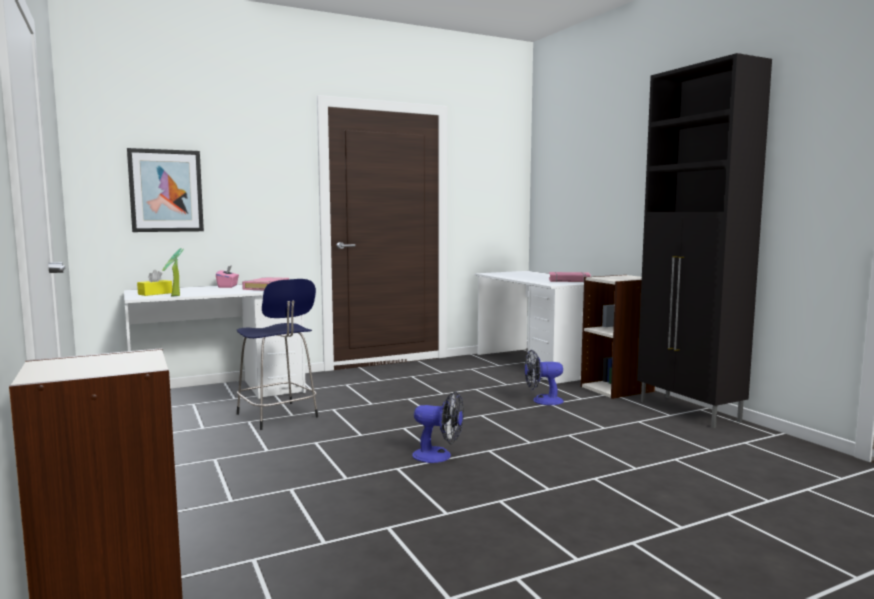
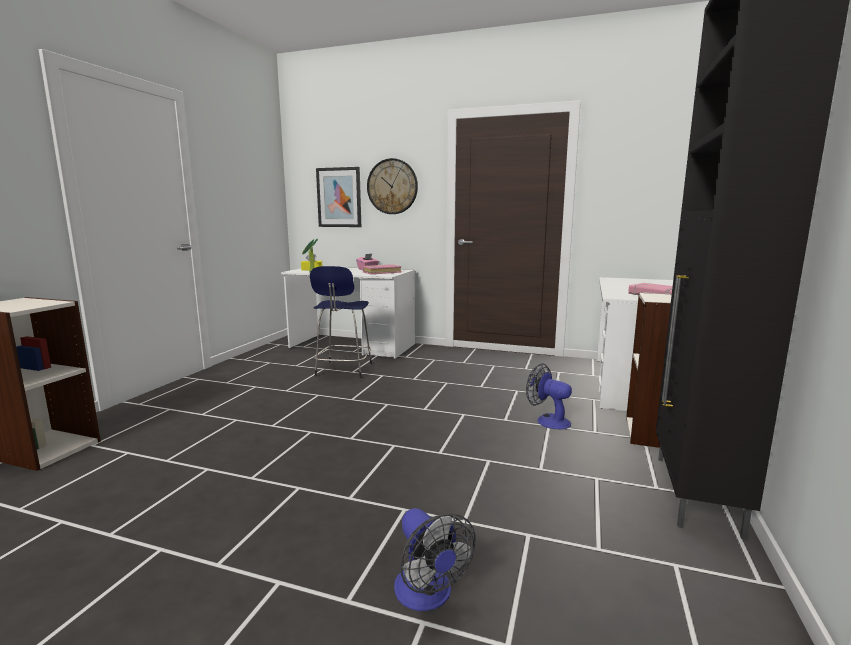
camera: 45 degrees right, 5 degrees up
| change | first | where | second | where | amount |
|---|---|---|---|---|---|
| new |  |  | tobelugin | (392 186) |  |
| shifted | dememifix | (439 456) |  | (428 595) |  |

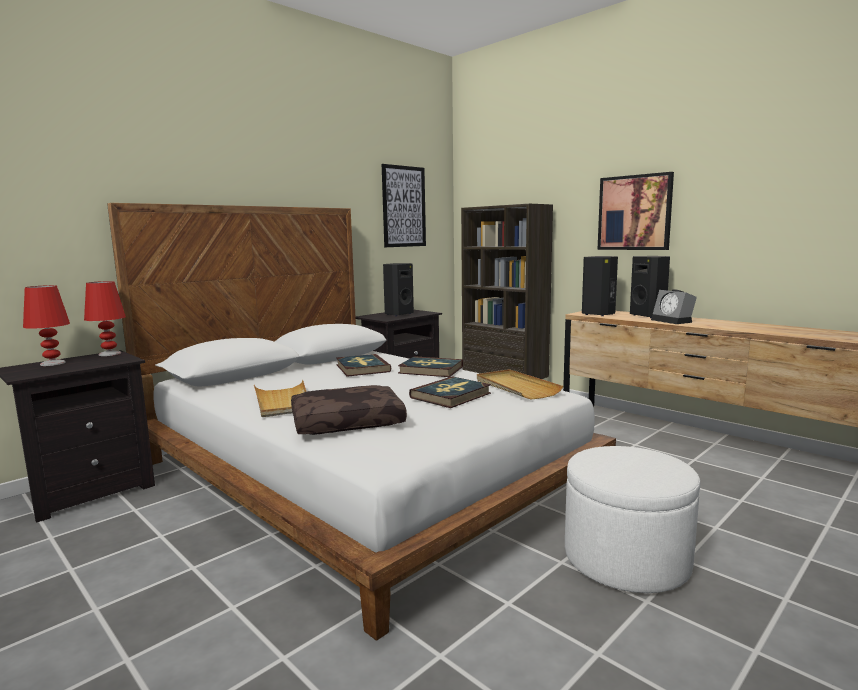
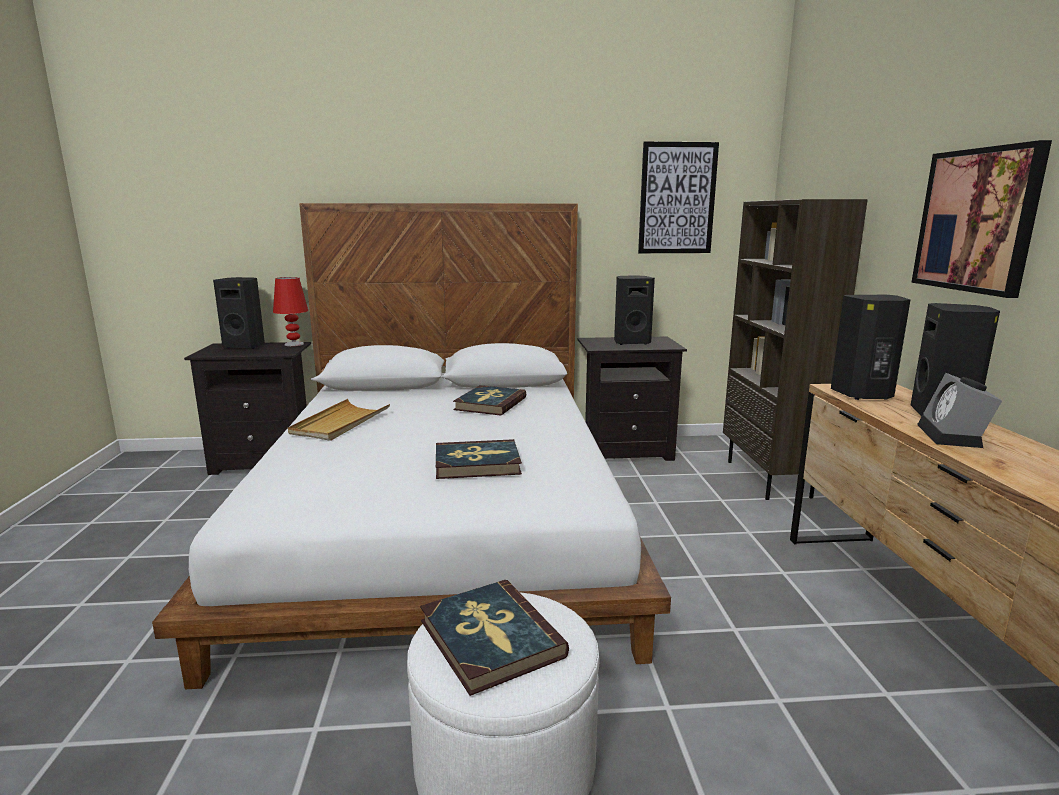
camera: 40 degrees right, 5 degrees up
| change | first | where | second | where | amount |
|---|---|---|---|---|---|
| gone | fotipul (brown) | (348 422) |  |  |  |
| gone | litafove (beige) | (516 387) |  |  |  |
| shifted | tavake | (431 370) |  | (490 638) |  |
| swapped | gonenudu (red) | (53 363) | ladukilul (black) | (245 346) |  |

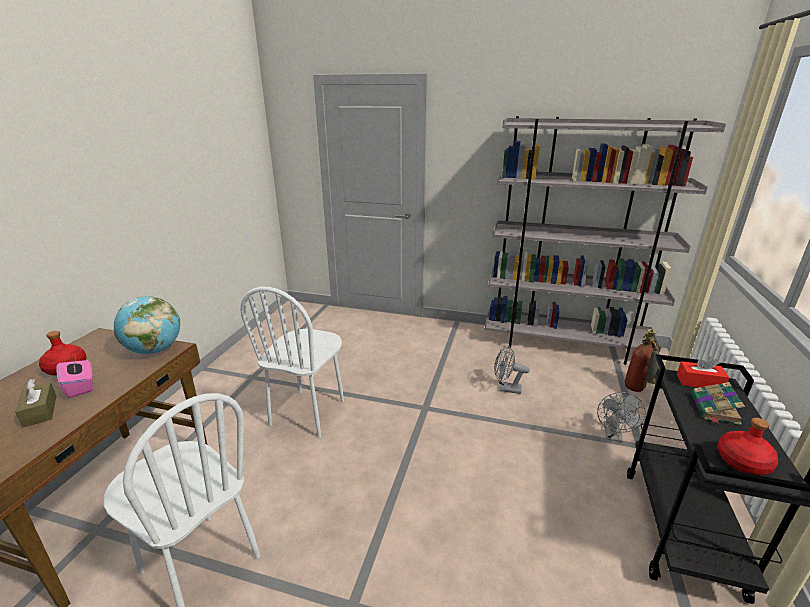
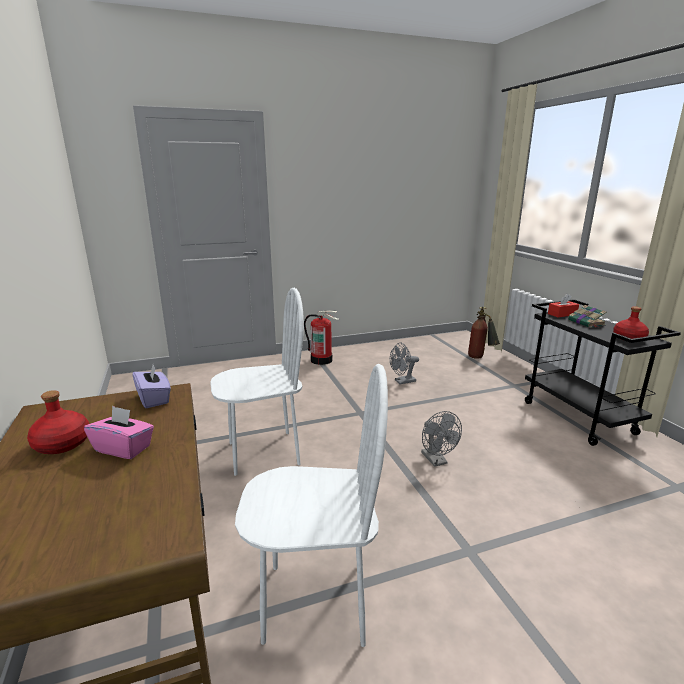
camera: 35 degrees left, 5 degrees down
| change | first | where | second | where | amount |
|---|---|---|---|---|---|
| gone | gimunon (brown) | (40 411) |  |  |  |
| gone | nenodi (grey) | (565 345) |  |  |  |
| new |  |  | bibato | (321 360) |  |
| shifted | dememifix (grey) | (613 436) |  | (436 461) |  |
| swapped | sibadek | (155 350) | gimunon (purple) | (154 399) |  |
| rotated | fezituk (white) | (308 413) |  | (263 453) | 90 degrees counterclockwise |

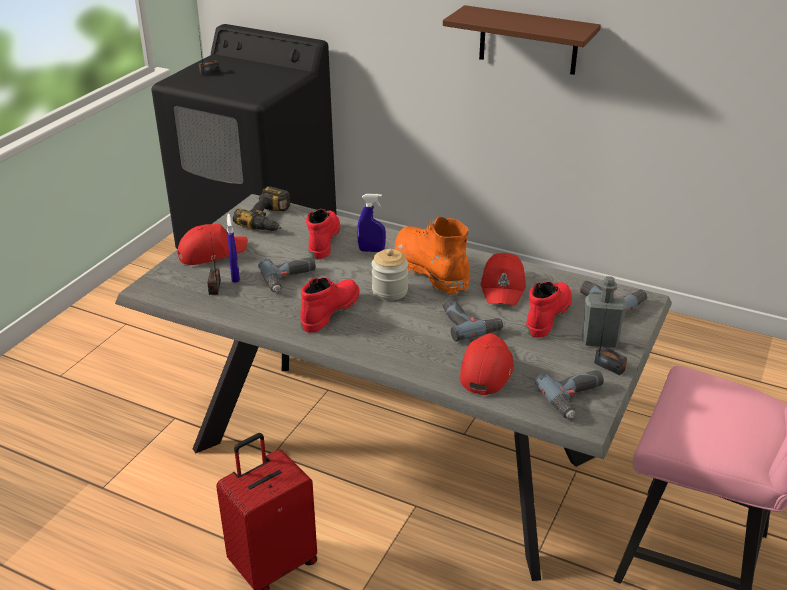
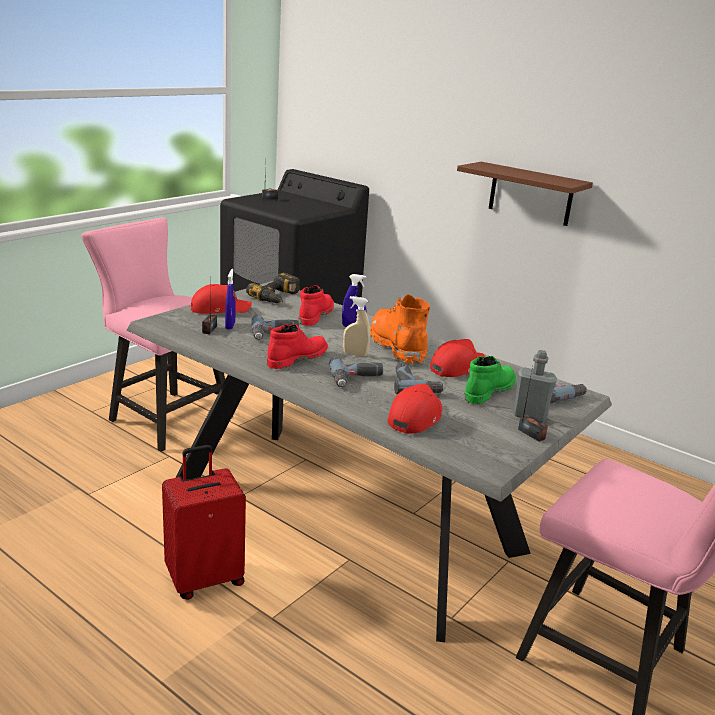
camera: 10 degrees right, 10 degrees down
| change | first | where | second | where | amount |
|---|---|---|---|---|---|
| new |  |  | fezituk (pink) | (163 416) |  |
| shifted | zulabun | (576 398) |  | (357 379) |  |
| swapped | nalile | (390 291) | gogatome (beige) | (355 354) |  |
| repainted | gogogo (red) | (546 315) | gogogo (green) | (488 391) |  |
| rotated | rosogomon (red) | (503 287) |  | (457 367) | 150 degrees counterclockwise |

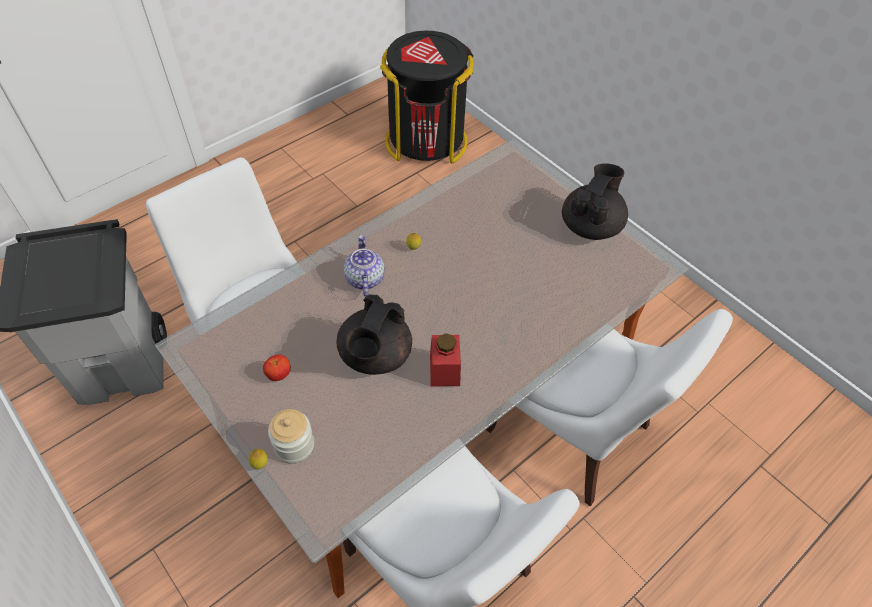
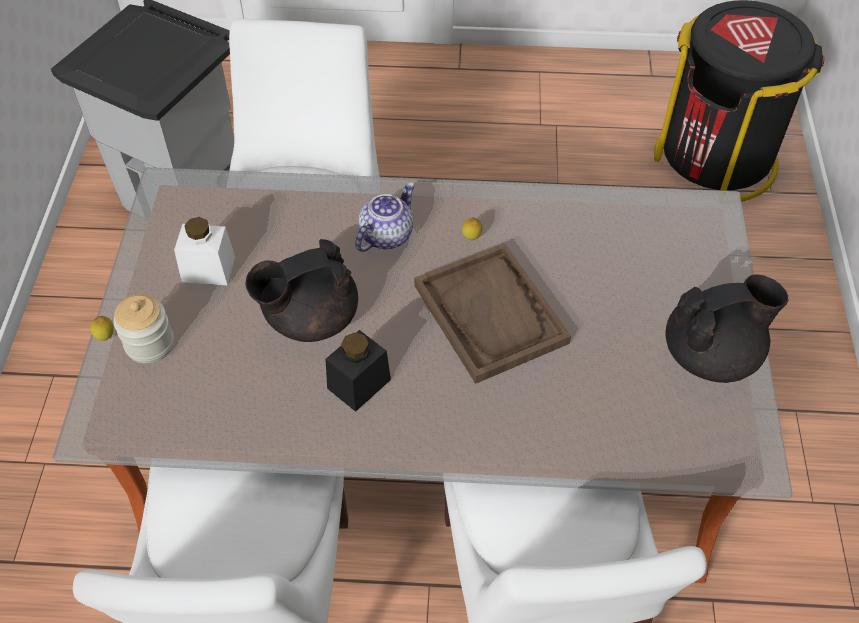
camera: 45 degrees right, 0 degrees up
| change | first | where | second | where | amount |
|---|---|---|---|---|---|
| new |  |  | litafove (brown) | (491 314) |  |
| swapped | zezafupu | (279 374) | nalile (white) | (208 269) |  |
| repainted | nalile (red) | (444 370) | nalile (black) | (359 384) |  |

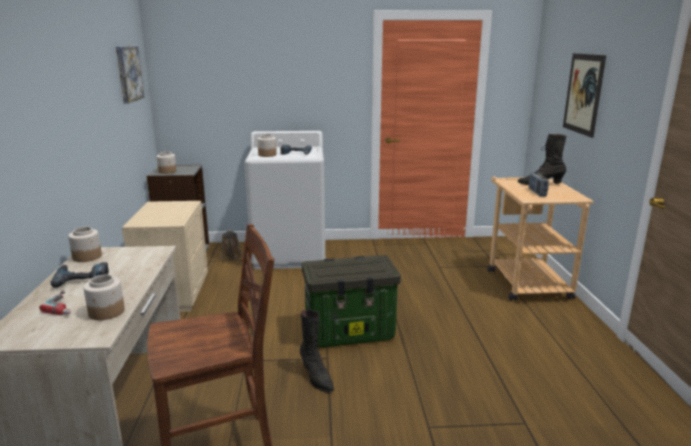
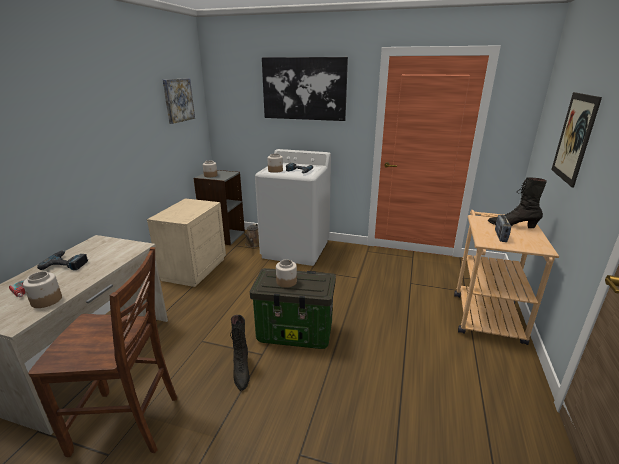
camera: 20 degrees right, 5 degrees up
| change | first | where | second | where | amount |
|---|---|---|---|---|---|
| new |  |  | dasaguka | (304 89) |  |
| shifted | nalile | (87 257) |  | (286 282) |  |

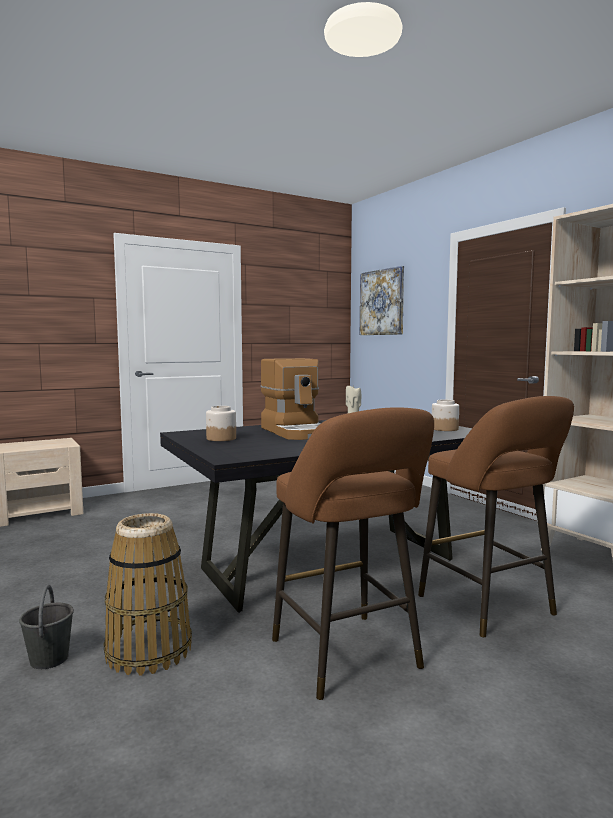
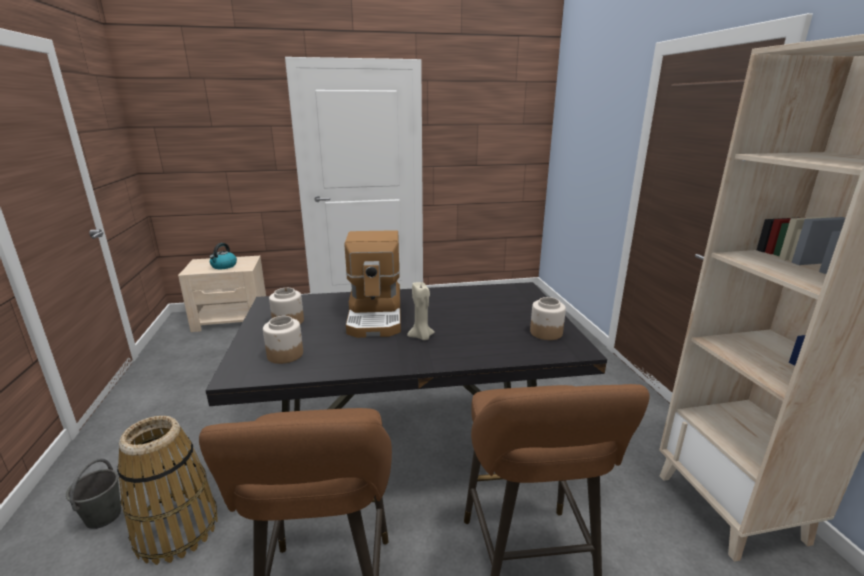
camera: 20 degrees right, 15 degrees up
| change | first | where | second | where | amount |
|---|---|---|---|---|---|
| gone | dasaguka | (382 302) |  |  |  |
| new |  |  | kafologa | (224 266) |  |
| new |  |  | nalile | (285 354) |  |

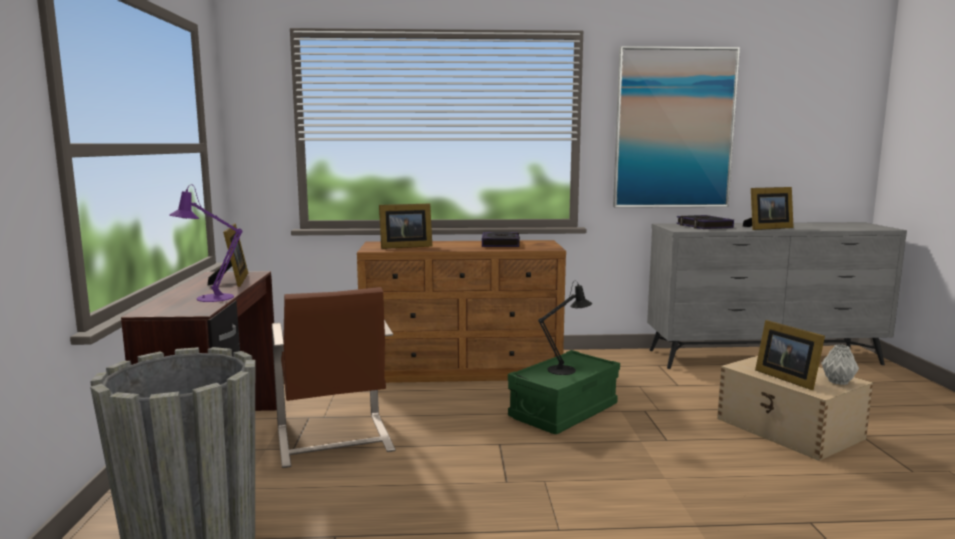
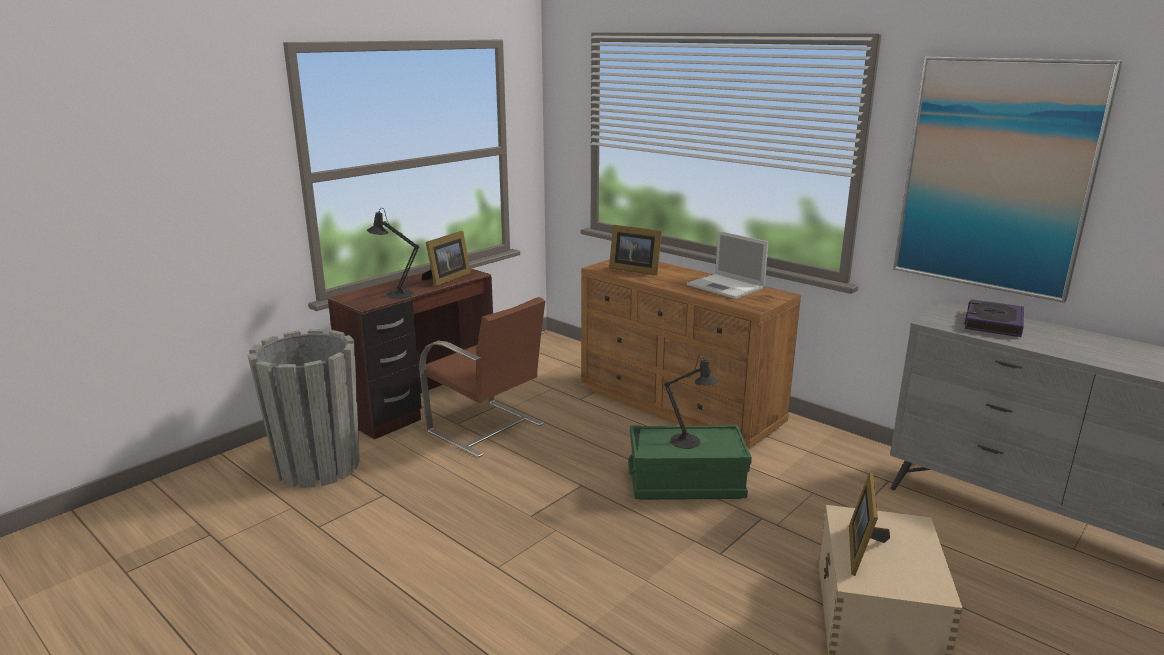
camera: 45 degrees right, 10 degrees up
| change | first | where | second | where | amount |
|---|---|---|---|---|---|
| gone | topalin | (767 228) |  |  |  |
| gone | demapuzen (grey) | (838 382) |  |  |  |
| swapped | tavake | (500 244) | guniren | (726 287) |  |
| repainted | gonenudu (purple) | (209 298) | gonenudu (black) | (396 294) |  |
| rotated | fezituk (brown) | (334 440) |  | (487 429) | 75 degrees counterclockwise |

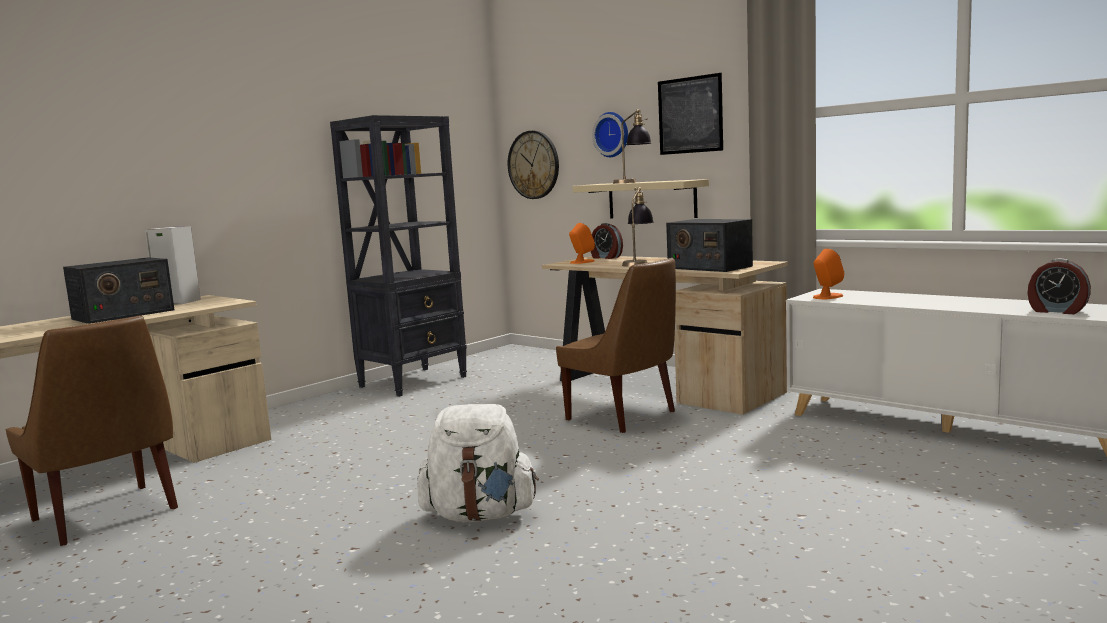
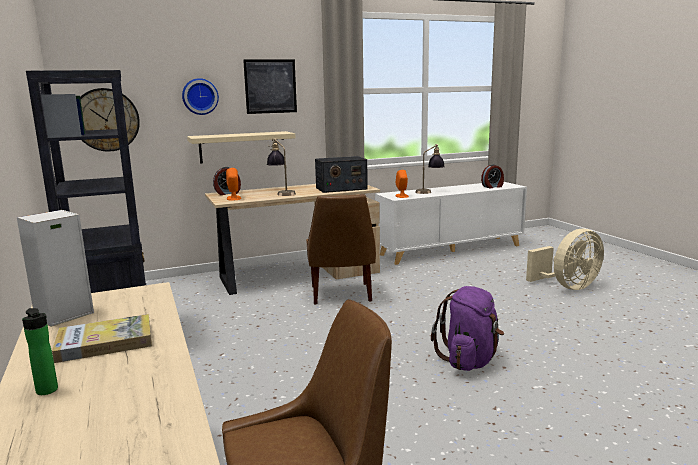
camera: 65 degrees left, 5 degrees up
| change | first | where | second | where | amount |
|---|---|---|---|---|---|
| new |  |  | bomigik | (48 391) |  |
| new |  |  | dememifix (beige) | (568 286) |  |
| shifted | gonenudu | (632 182) |  | (429 191) |  |
| swapped | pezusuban | (123 314) | tavake | (105 342) |  |
| repainted | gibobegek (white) | (480 515) | gibobegek (purple) | (469 360) |  |
| rotated | fezituk (brown) | (624 416) |  | (341 295) | 105 degrees clockwise |

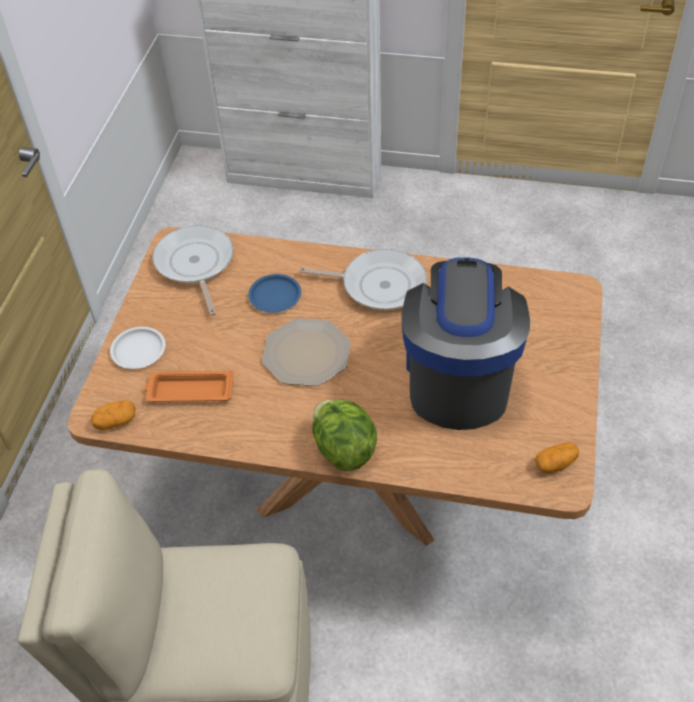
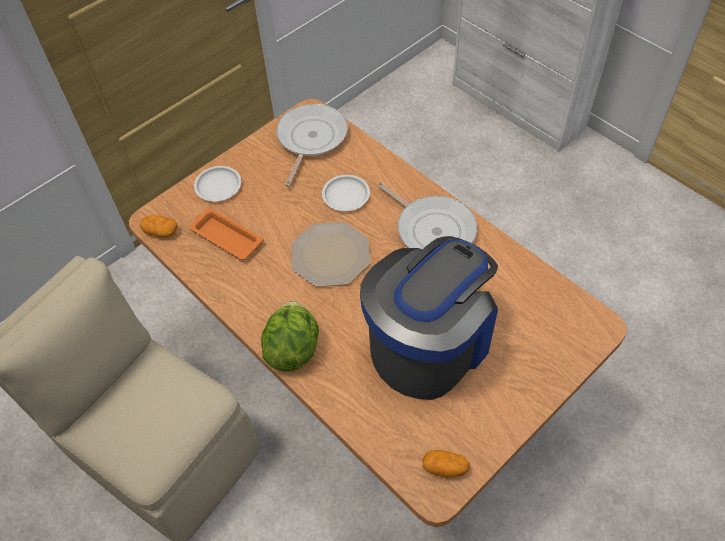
camera: 35 degrees right, 5 degrees up
| change | first | where | second | where | amount |
|---|---|---|---|---|---|
| repainted | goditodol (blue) | (275 296) | goditodol (white) | (346 196) |  |

